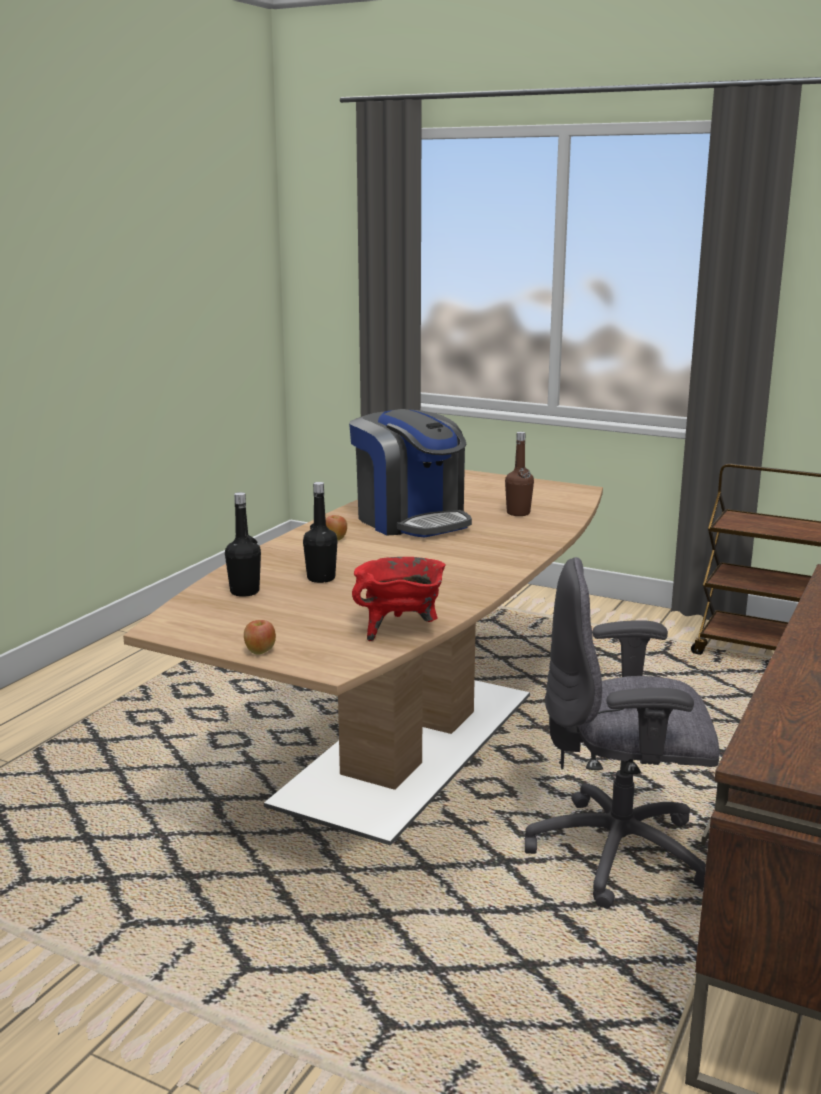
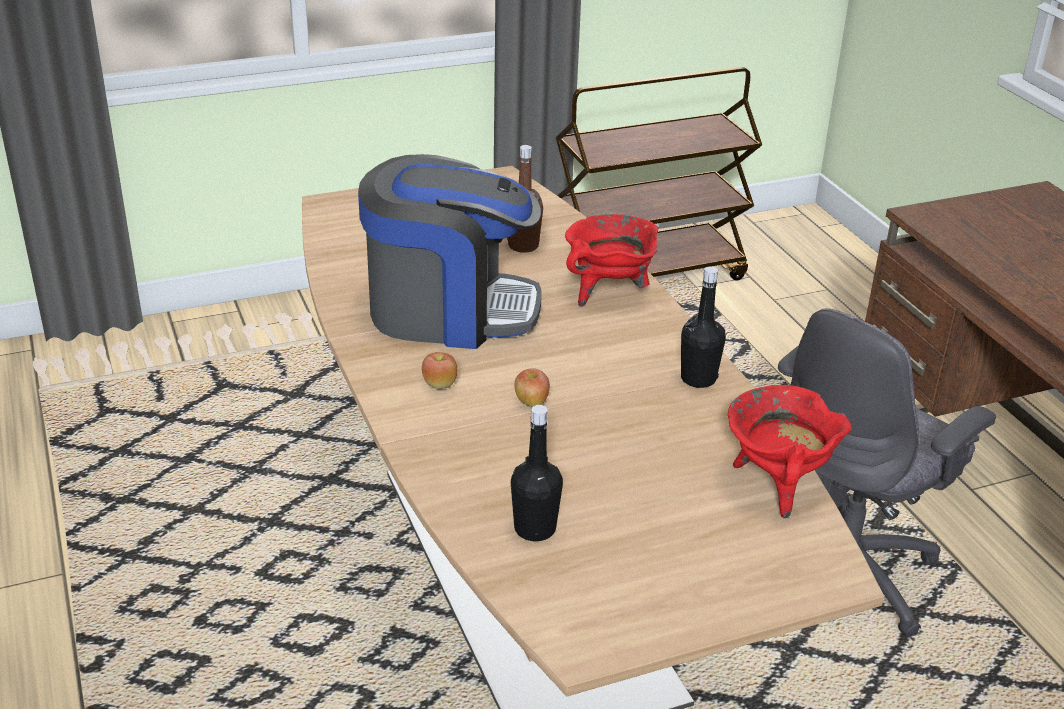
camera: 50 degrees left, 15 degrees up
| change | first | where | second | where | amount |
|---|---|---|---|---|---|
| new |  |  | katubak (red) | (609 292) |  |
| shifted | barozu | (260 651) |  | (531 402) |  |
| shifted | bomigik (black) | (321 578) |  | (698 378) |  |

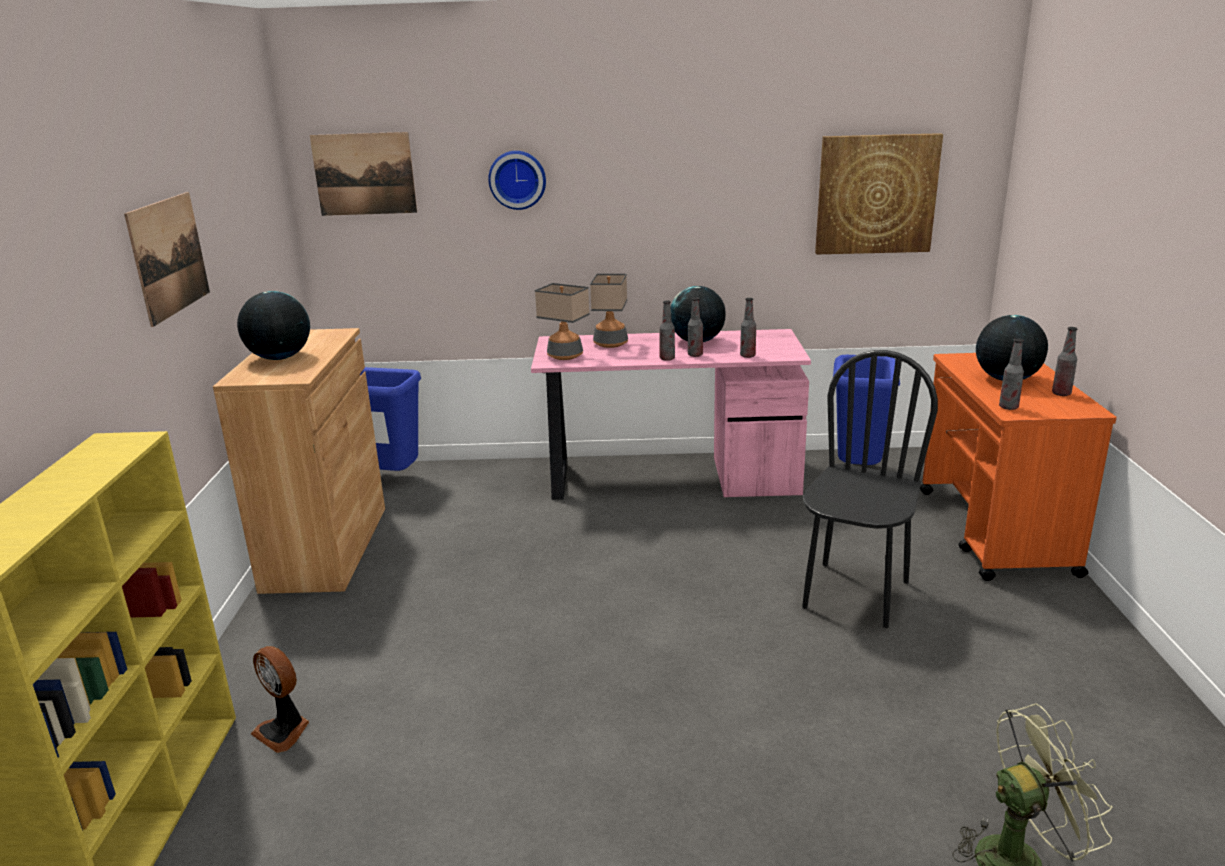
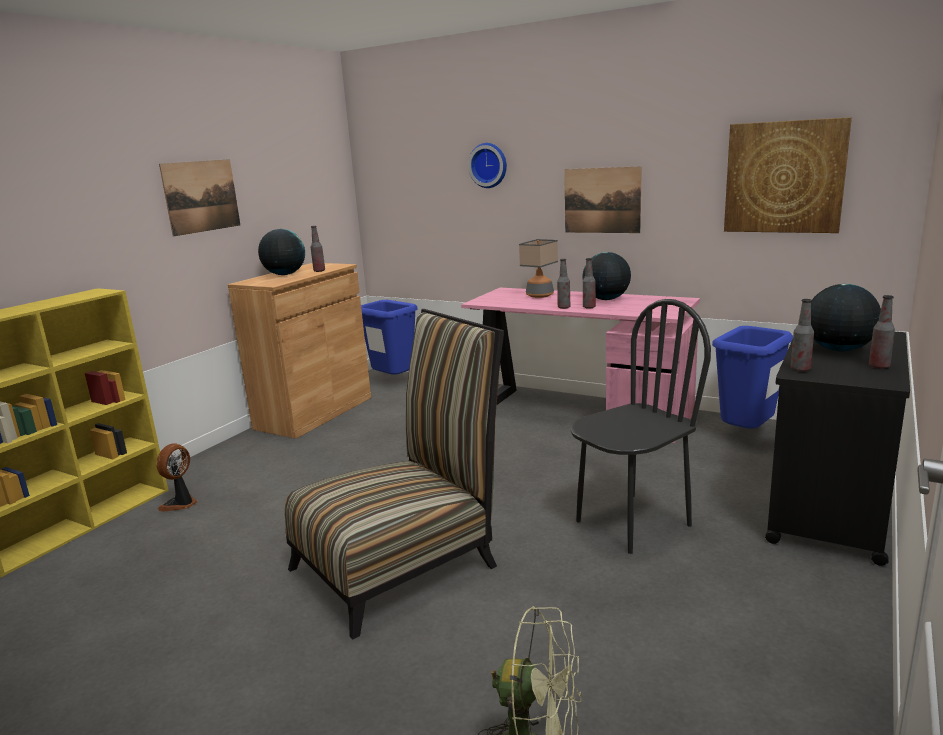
camera: 30 degrees right, 5 degrees down
| change | first | where | second | where | amount |
|---|---|---|---|---|---|
| gone | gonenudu | (565 356) |  |  |  |
| new |  |  | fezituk | (404 562) |  |
| shifted | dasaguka | (364 174) |  | (602 200) |  |
| shifted | bomigik | (747 356) |  | (319 271) |  |
| repainted | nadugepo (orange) | (995 532) | nadugepo (black) | (829 507) |  |
| rotated | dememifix | (284 731) |  | (181 504) | 45 degrees clockwise |

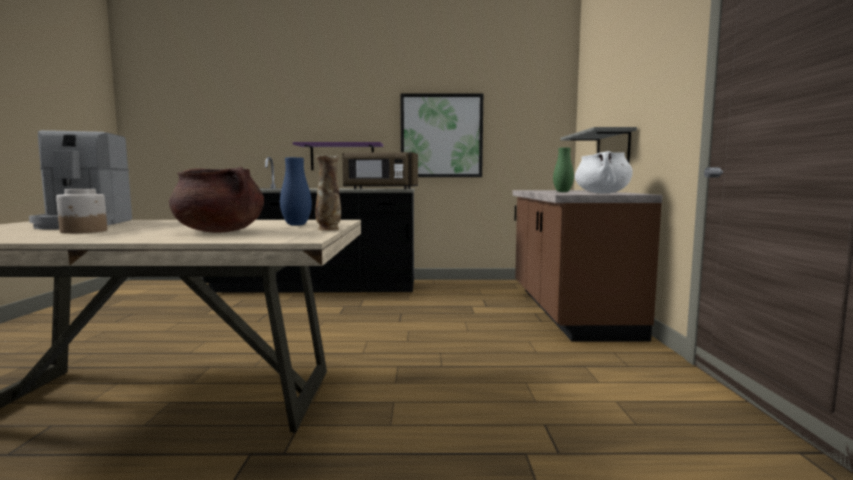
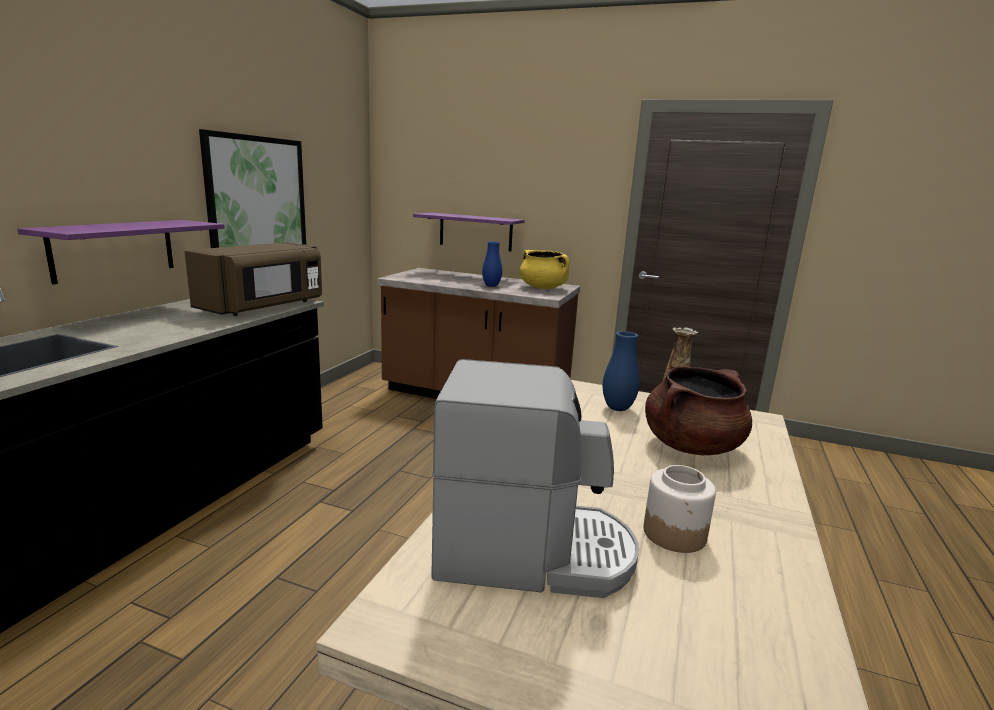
camera: 70 degrees left, 10 degrees up
| change | first | where | second | where | amount |
|---|---|---|---|---|---|
| repainted | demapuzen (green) | (562 192) | demapuzen (blue) | (491 286) |  |
| repainted | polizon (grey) | (613 149) | polizon (purple) | (475 232) |  |
| repainted | katubak (white) | (602 193) | katubak (yellow) | (543 288) |  |

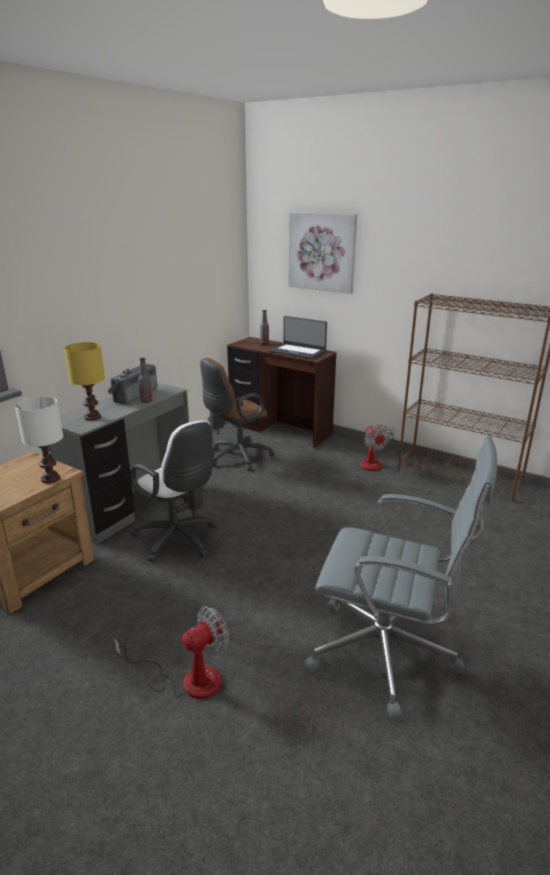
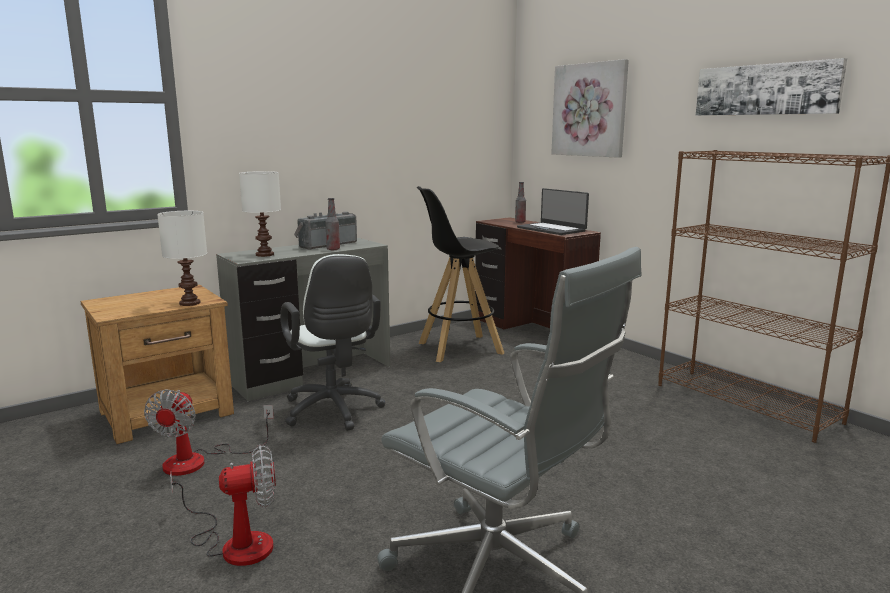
camera: 20 degrees right, 10 degrees down
| change | first | where | second | where | amount |
|---|---|---|---|---|---|
| new |  |  | dasaguka | (766 89) |  |
| shifted | dememifix | (374 462) |  | (199 461) |  |
| swapped | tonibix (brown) | (236 457) | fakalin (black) | (459 348) |  |
| repainted | gonenudu (yellow) | (92 417) | gonenudu (white) | (264 255) |  |

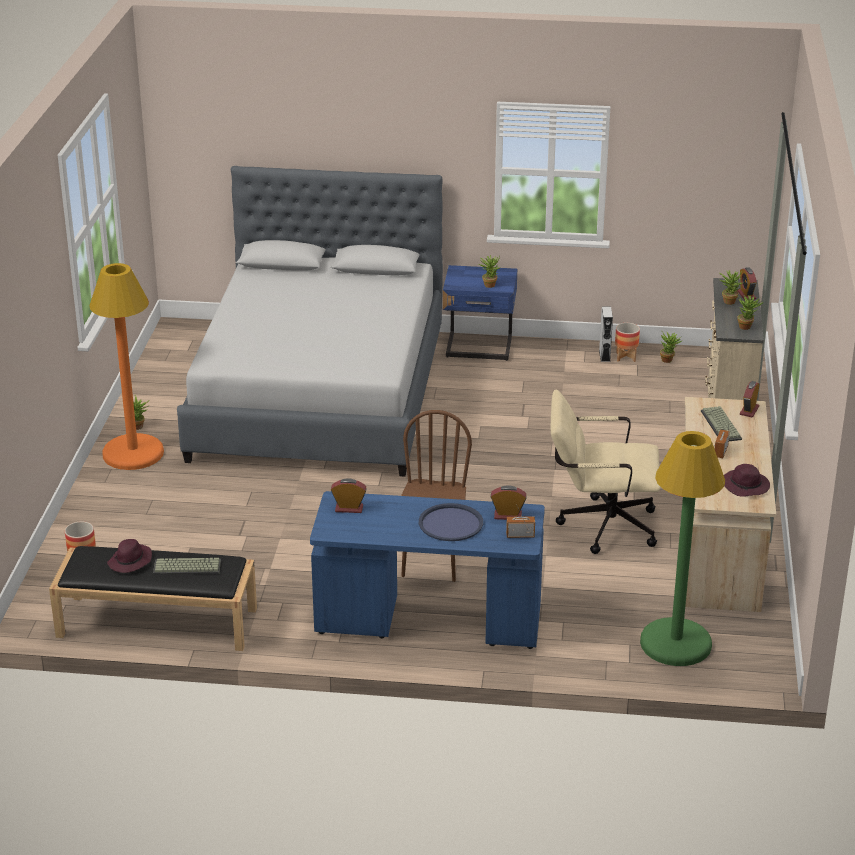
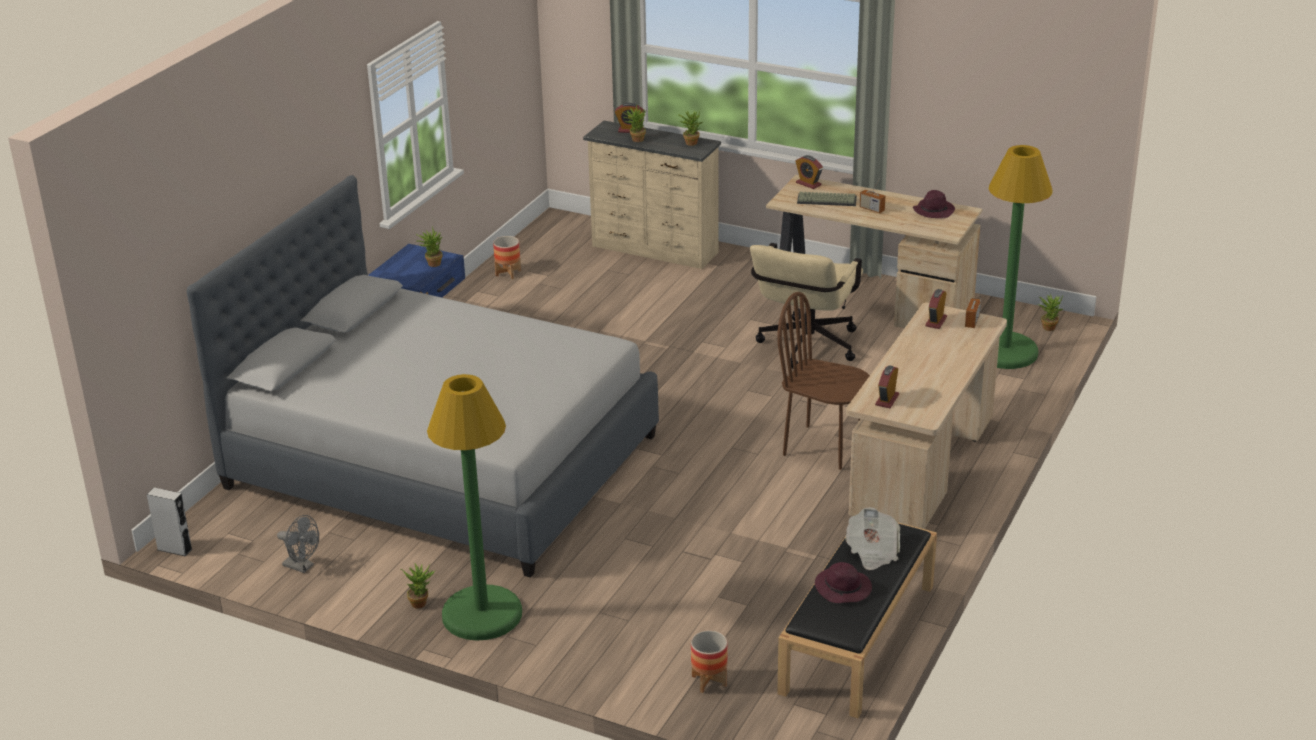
camera: 70 degrees left, 0 degrees up
| change | first | where | second | where | amount |
|---|---|---|---|---|---|
| gone | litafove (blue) | (450 523) |  |  |  |
| new |  |  | dememifix (grey) | (302 566) |  |
| shifted | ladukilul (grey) | (604 355) |  | (174 549) |  |
| shifted | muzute | (669 360) |  | (1048 326) |  |
| swapped | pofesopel | (186 568) | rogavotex | (872 552) |  |
| repainted | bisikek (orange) | (133 453) | bisikek (green) | (482 614) |  |
| repainted | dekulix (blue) | (428 621) | dekulix (beige) | (923 467) |  |

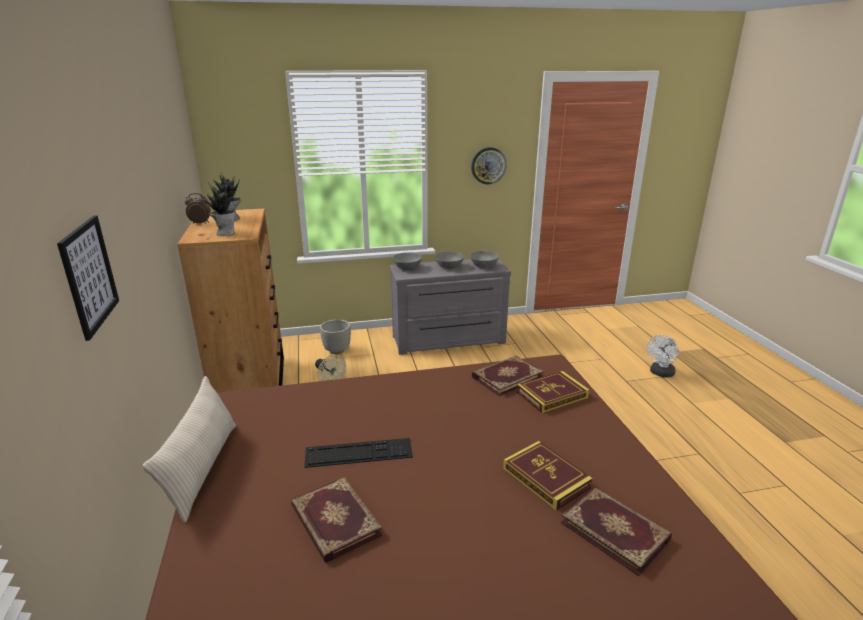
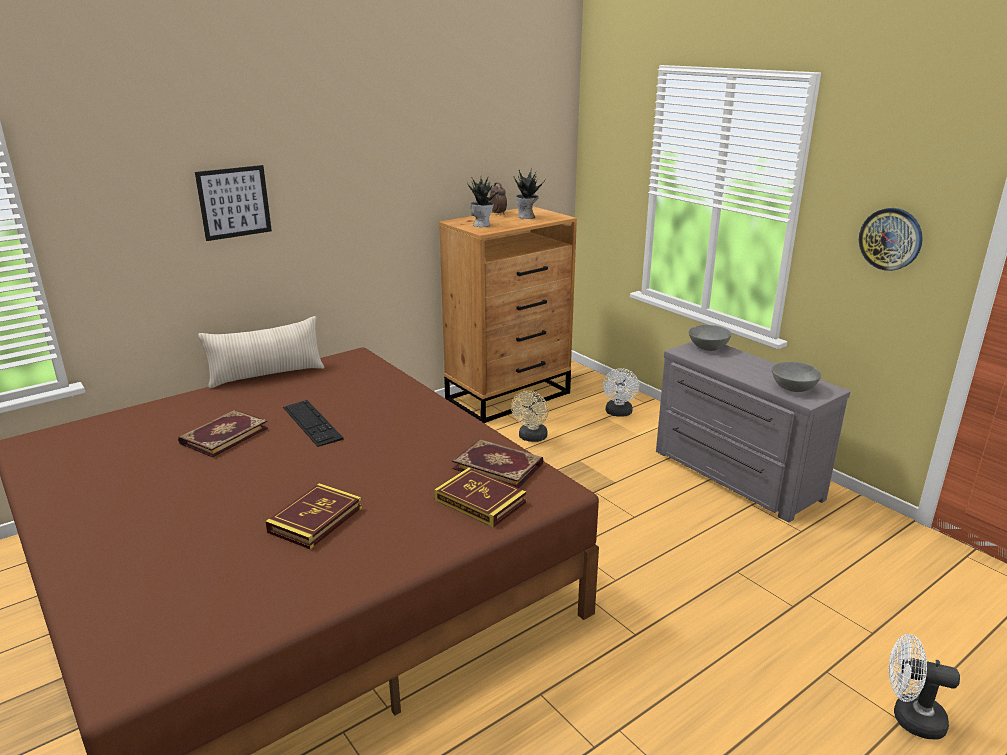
camera: 65 degrees right, 0 degrees up
| change | first | where | second | where | amount |
|---|---|---|---|---|---|
| gone | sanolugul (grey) | (449 267) |  |  |  |
| gone | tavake | (615 530) |  |  |  |
| swapped | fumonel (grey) | (337 350) | dememifix (white) | (619 413) |  |

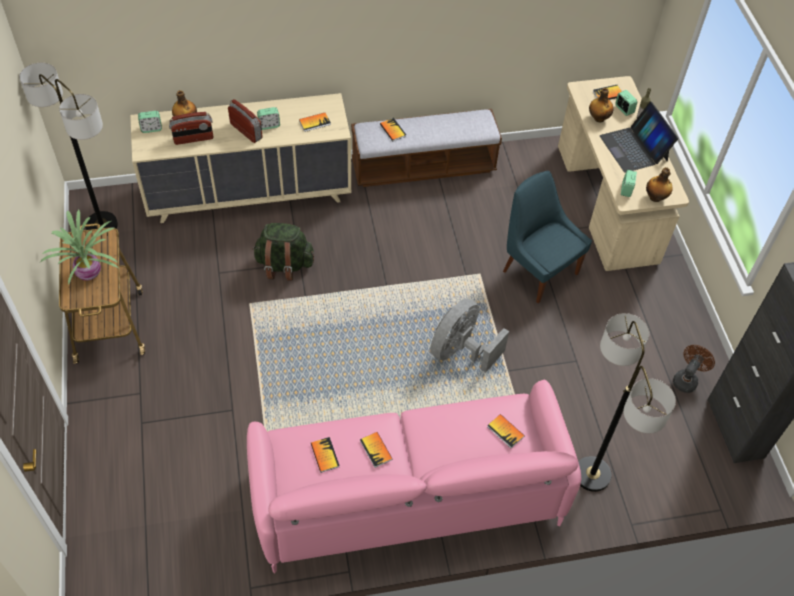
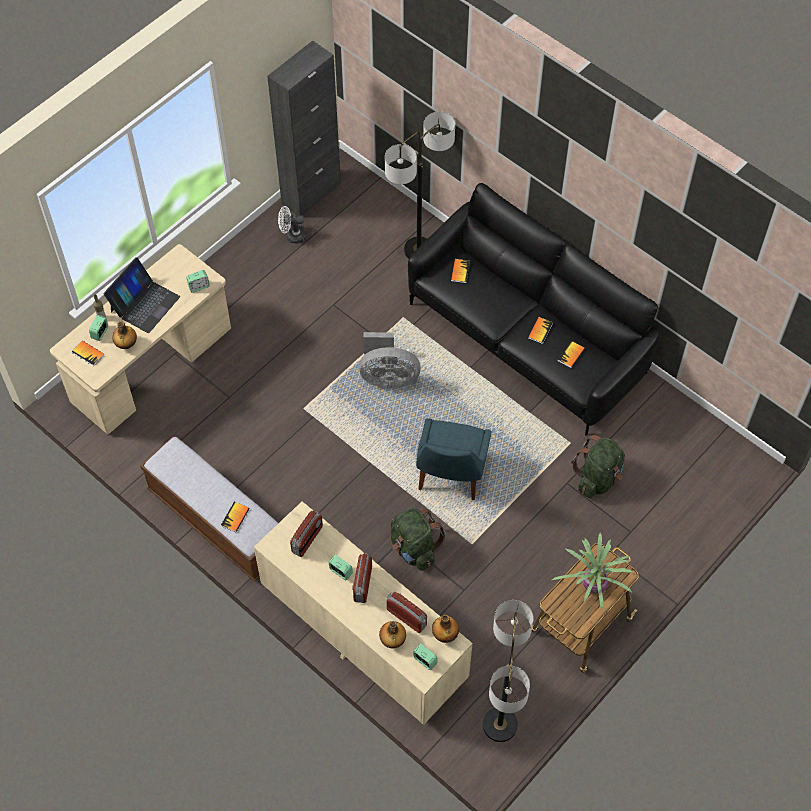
camera: 125 degrees left, 5 degrees up
| change | first | where | second | where | amount |
|---|---|---|---|---|---|
| new |  |  | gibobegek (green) | (598 478) |  |
| shifted | fezituk (blue) | (538 271) |  | (450 476) |  |
| shifted | bomigik | (655 197) |  | (445 634) |  |
| swapped | tavake | (315 122) | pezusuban | (307 539) |  |
| repainted | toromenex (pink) | (408 494) | toromenex (black) | (527 338) |  |
| repainted | dememifix (brown) | (686 379) | dememifix (white) | (292 236) |  |

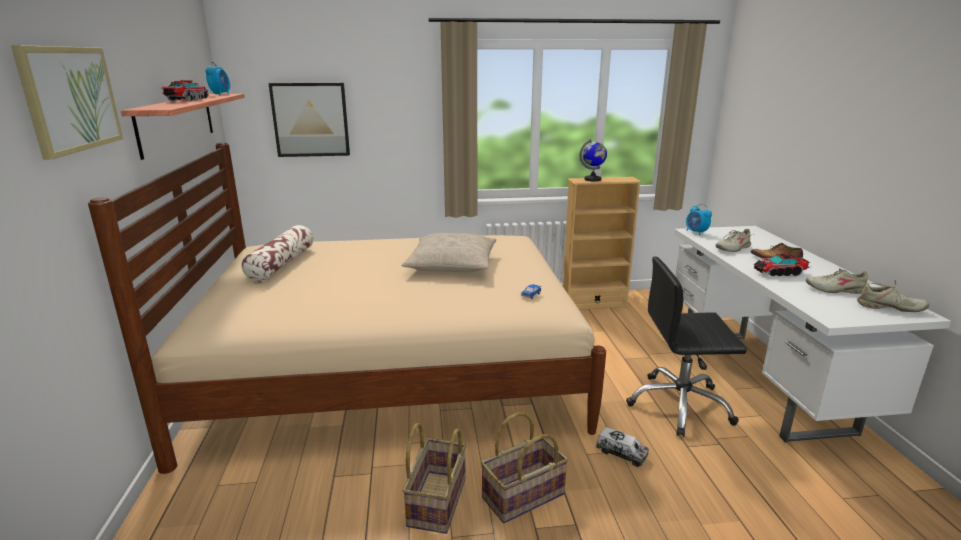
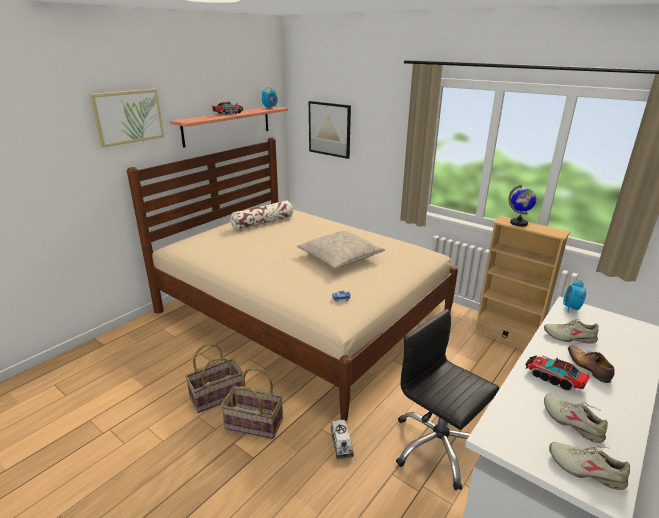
camera: 45 degrees right, 5 degrees up
| change | first | where | second | where | amount |
|---|---|---|---|---|---|
| rotated | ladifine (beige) | (889 308) |  | (586 470) | 150 degrees clockwise |

